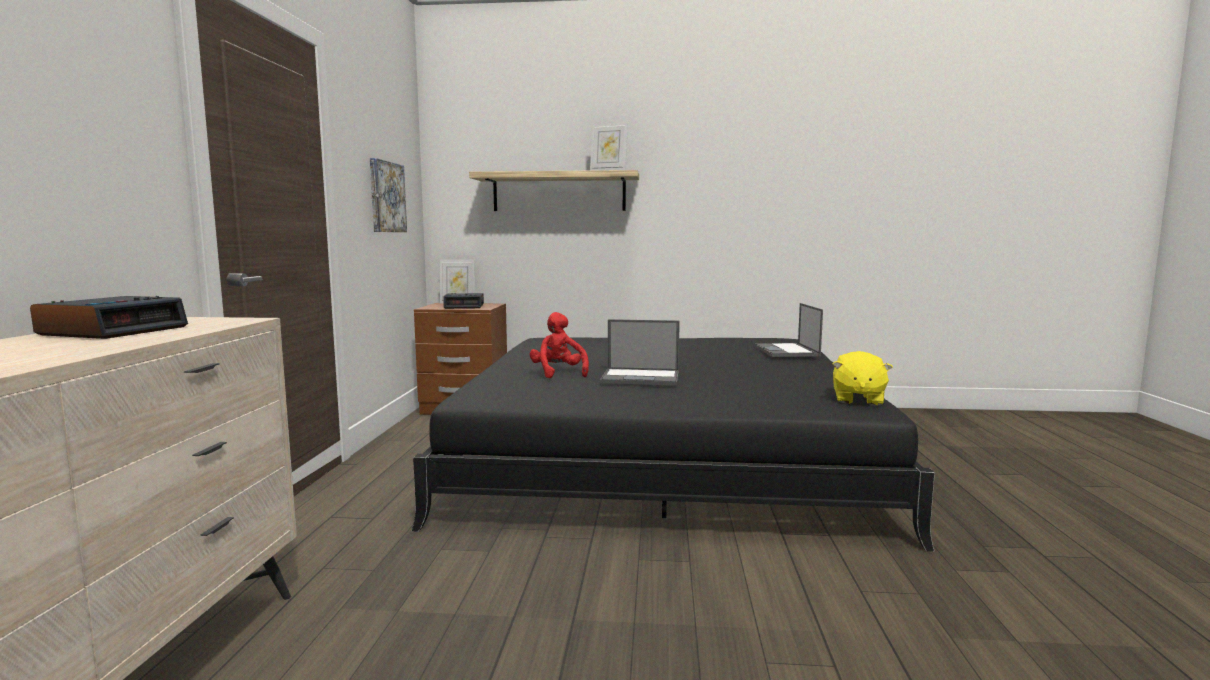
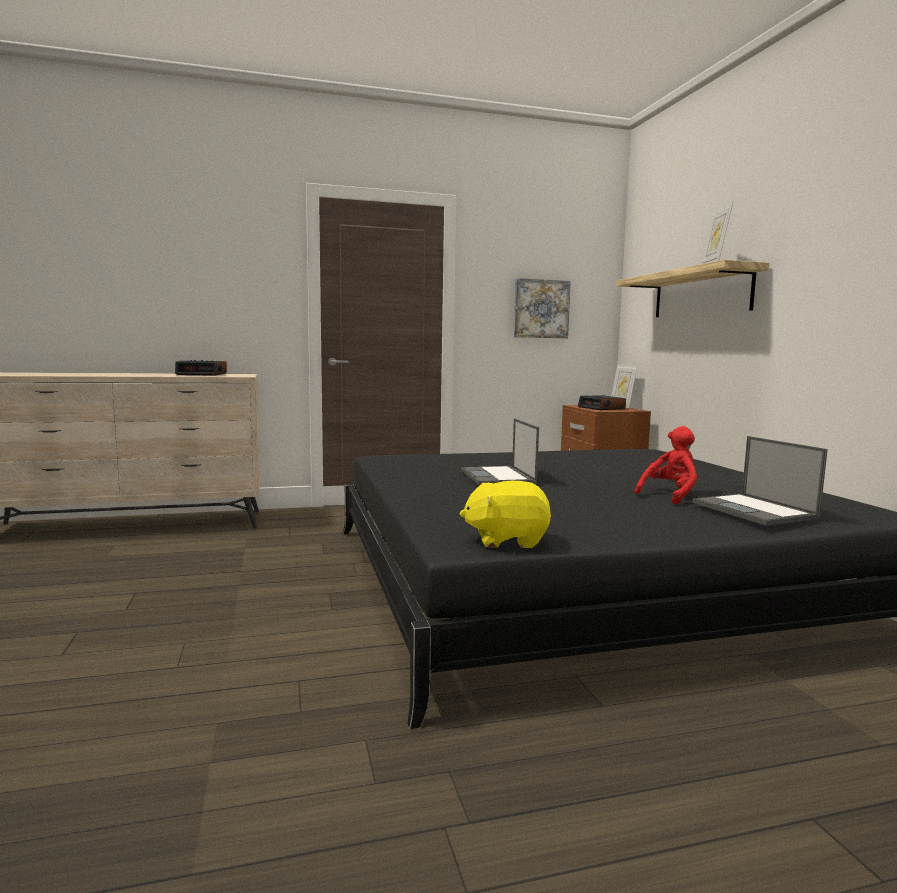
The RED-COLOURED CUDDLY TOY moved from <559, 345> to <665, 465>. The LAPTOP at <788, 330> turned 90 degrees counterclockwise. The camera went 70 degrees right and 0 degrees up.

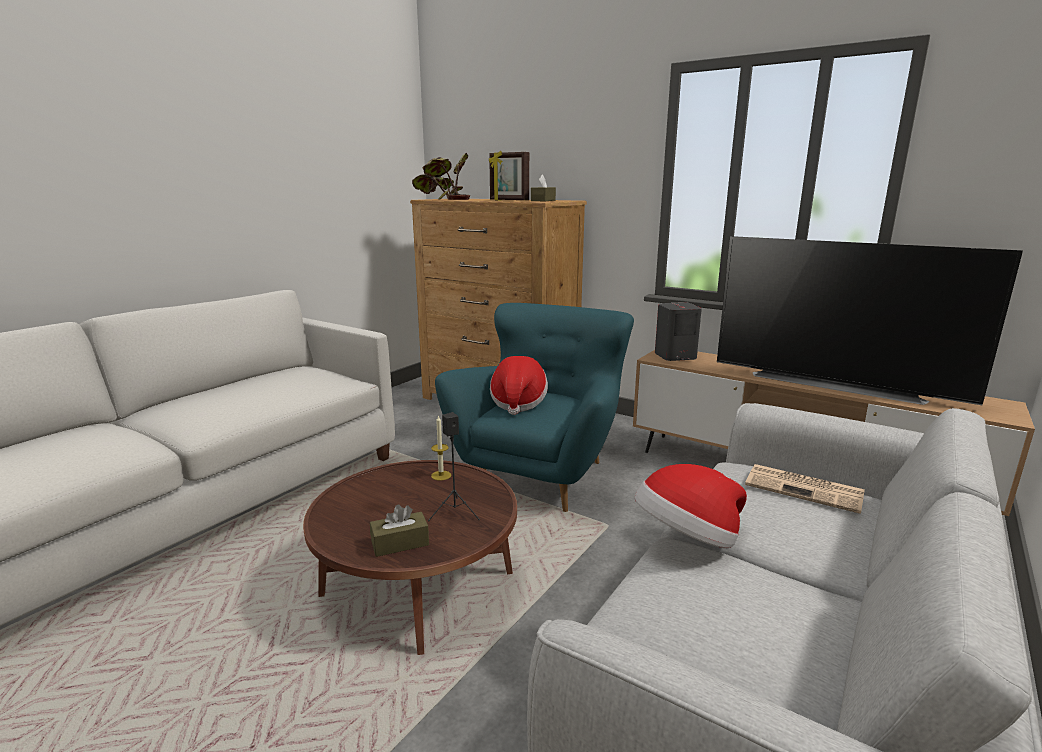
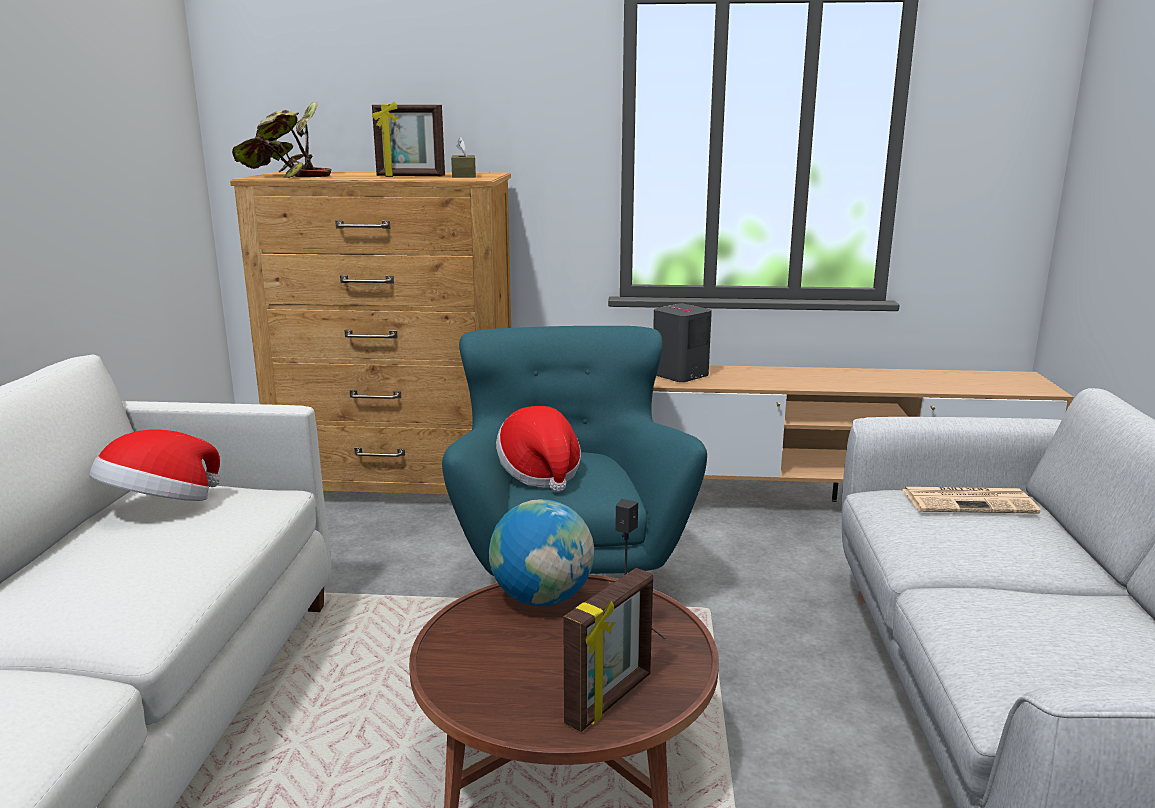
The TV SET at <870, 320> disappeared. The HAT moved from <691, 506> to <154, 465>. The BROWN TISSUE BOX at <399, 531> was replaced by the PICTURE FRAME at <608, 650>. The WAX CANDLE at <441, 448> was replaced by the GLOBE at <541, 552>. The camera went 30 degrees left and 0 degrees up.

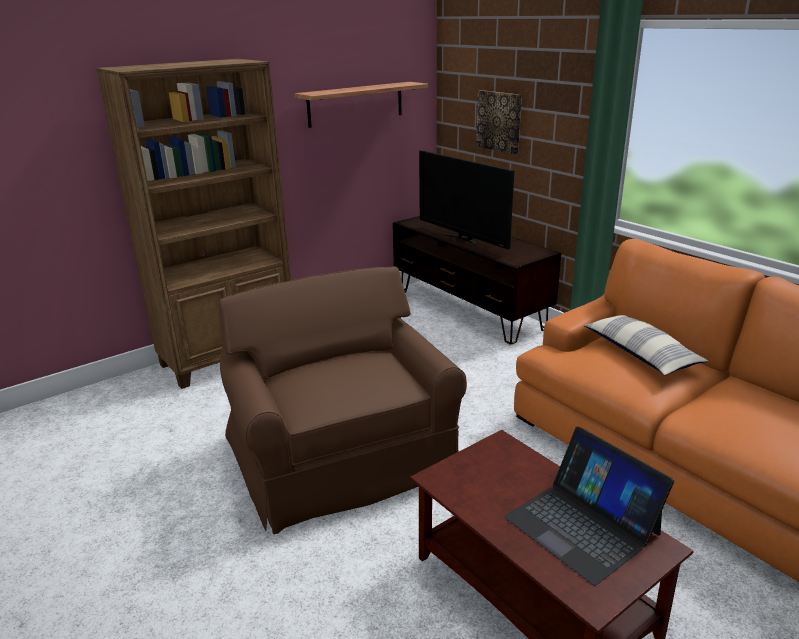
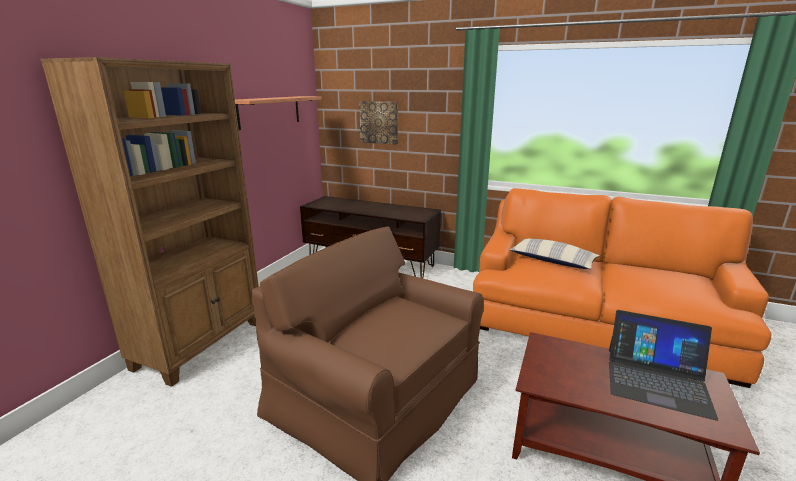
The TV SET at <466, 199> disappeared. The camera went 30 degrees left and 5 degrees down.

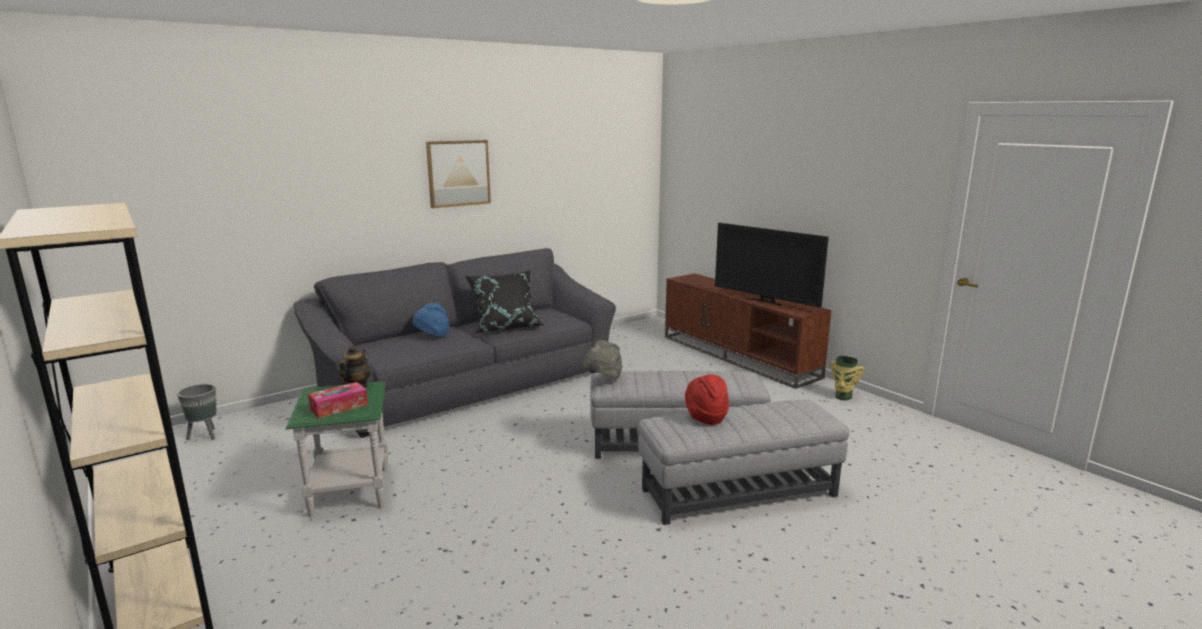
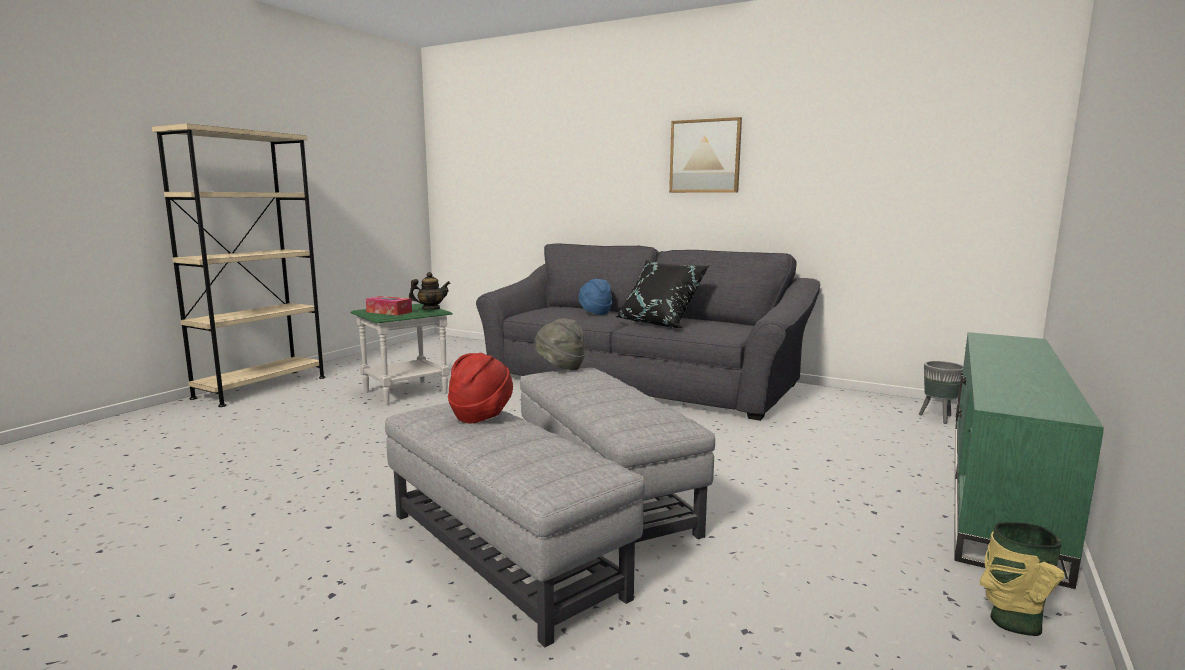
The TV SET at <772, 265> disappeared. The GREYISH PLANT POT moved from <197, 412> to <941, 392>. The BROWN MEDIA CONSOLE at <748, 331> became the GREEN-COLOURED MEDIA CONSOLE at <1029, 460>. The camera went 65 degrees right and 5 degrees down.

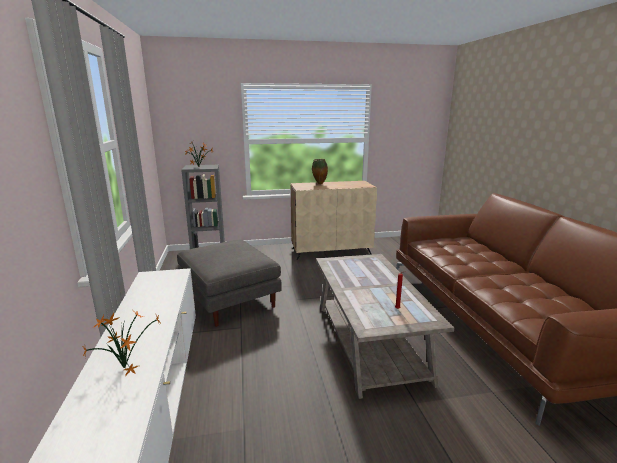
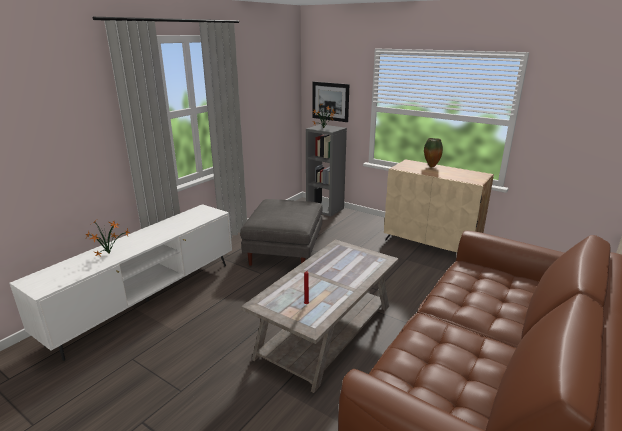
The WALL ART at <330, 102> appeared. The camera went 45 degrees right and 5 degrees up.

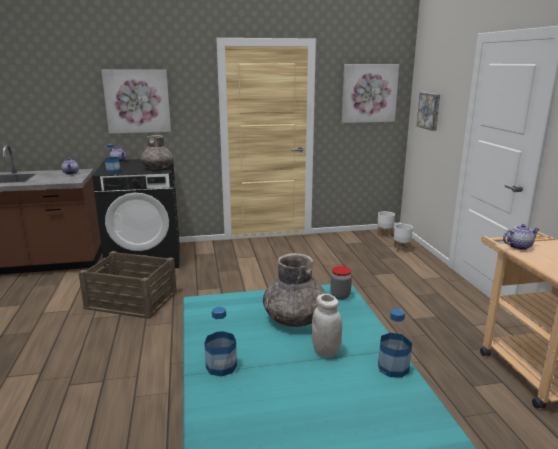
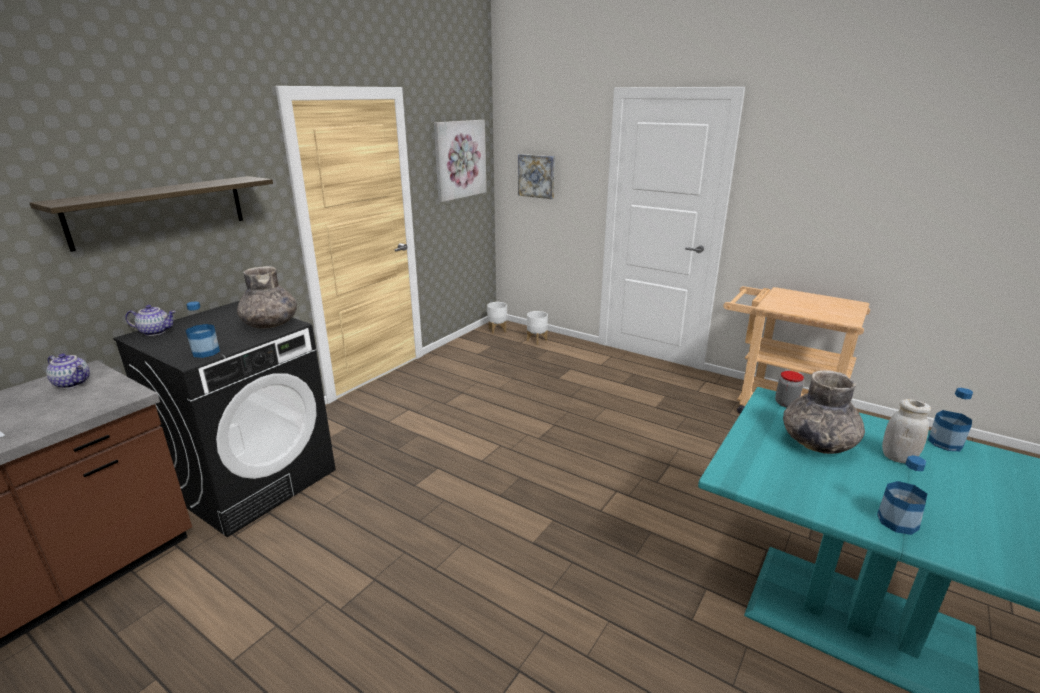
The CRATE at <127, 285> disappeared. The TEAPOT at <521, 237> disappeared. The WALL ART at <136, 101> was replaced by the WALL SHELF at <151, 214>. The camera went 45 degrees left and 5 degrees up.

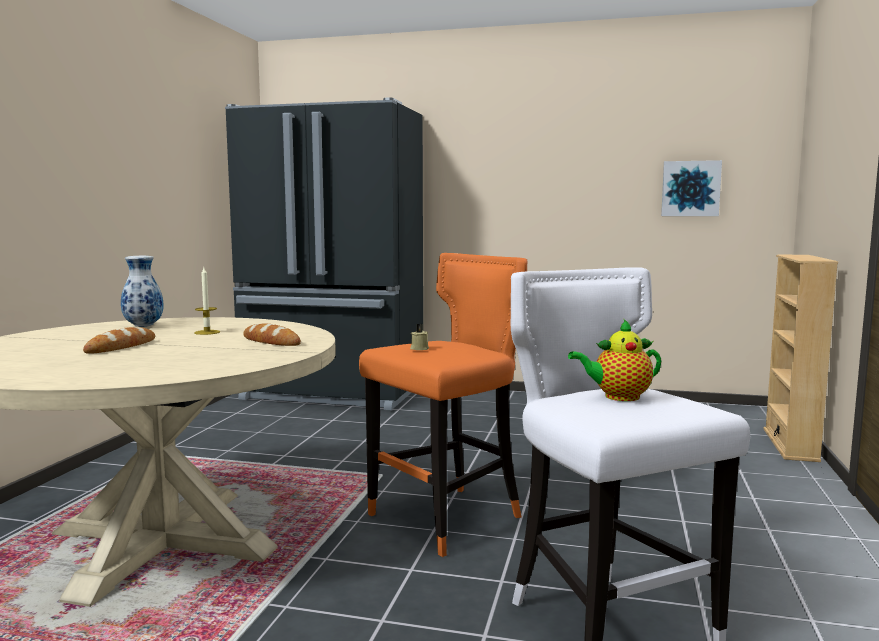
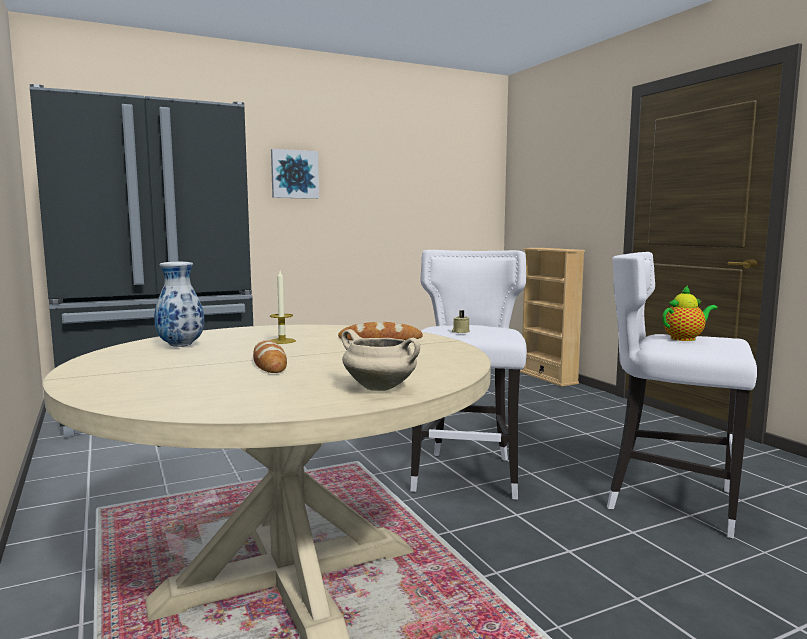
The BEIGE SAUCEPOT at <380, 360> appeared. The WALL ART moved from <691, 188> to <295, 174>. The ORANGE-COLOURED SITTING STOOL at <443, 405> became the WHITE SITTING STOOL at <468, 375>. The TEAPOT at <614, 360> turned 150 degrees counterclockwise. The camera went 40 degrees left and 0 degrees up.

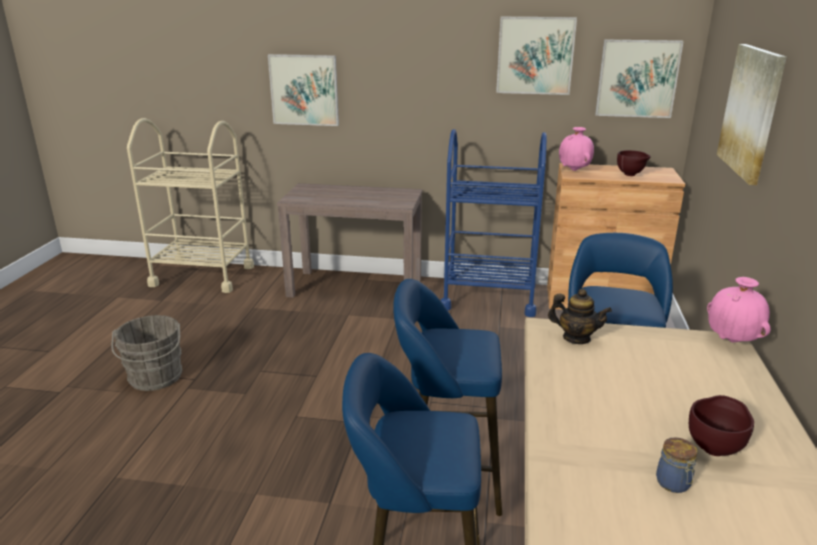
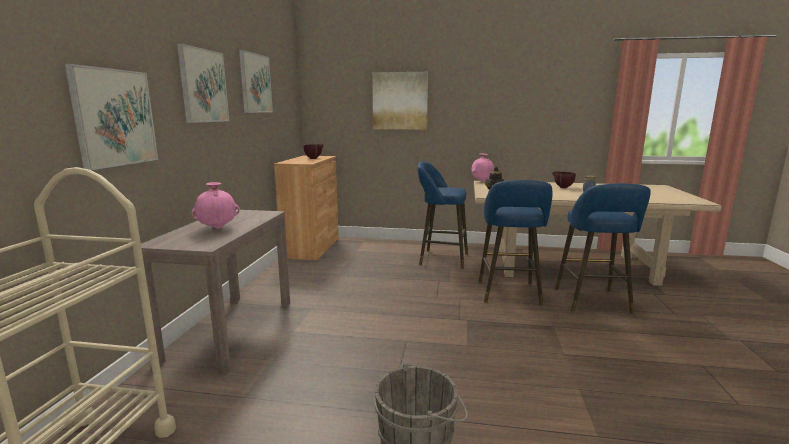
The BLUE-COLOURED WHEELED CART at <494, 223> disappeared. The PINKISH VASE moved from <576, 149> to <215, 205>. The WALL ART moved from <639, 79> to <203, 83>. The camera went 90 degrees left and 10 degrees down.

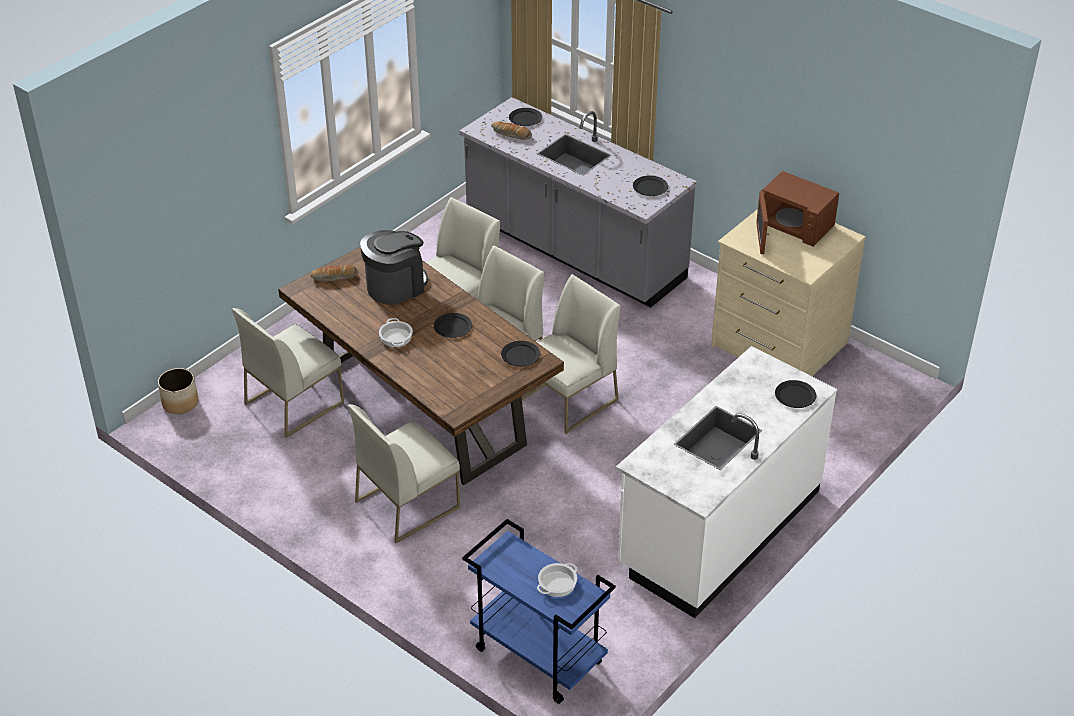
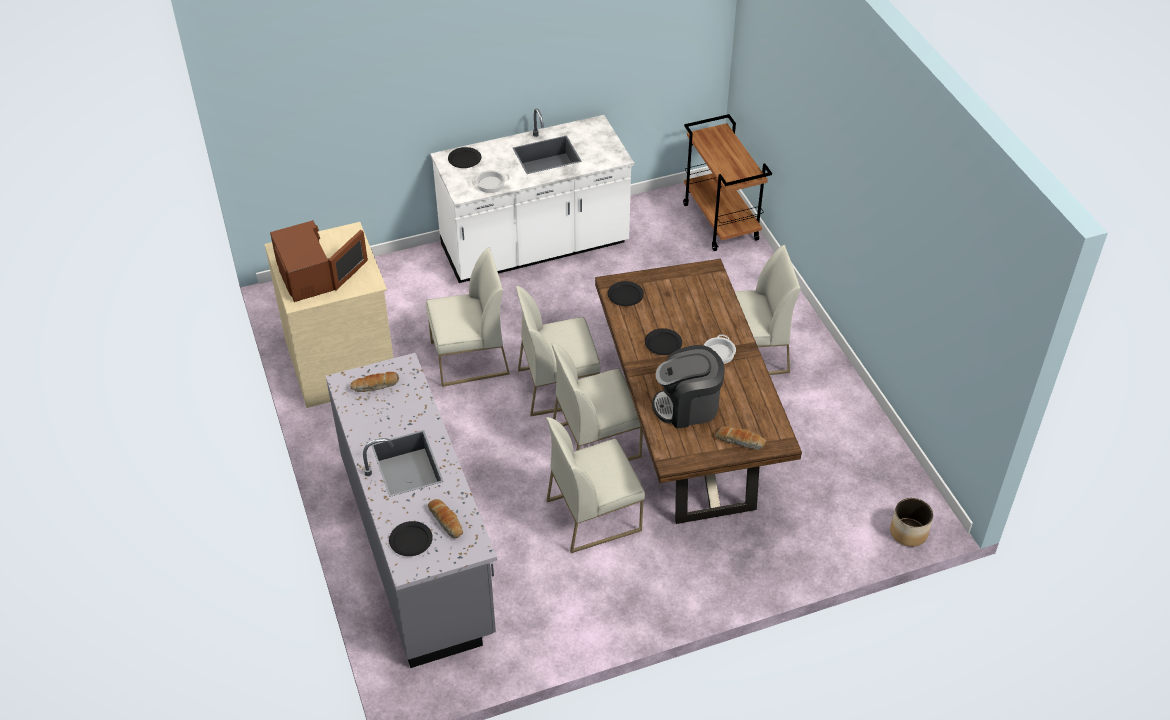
The WHITE UPRIGHT CHAIR moved from <288, 373> to <468, 317>. The SAUCEPOT moved from <557, 580> to <491, 181>. The BLACK FLAT DISH at <650, 186> was replaced by the BAKERY BREAD at <374, 382>. The BLUE-COLOURED WHEELED CART at <539, 611> became the BROWN WHEELED CART at <727, 182>. The camera went 150 degrees left and 5 degrees up.

